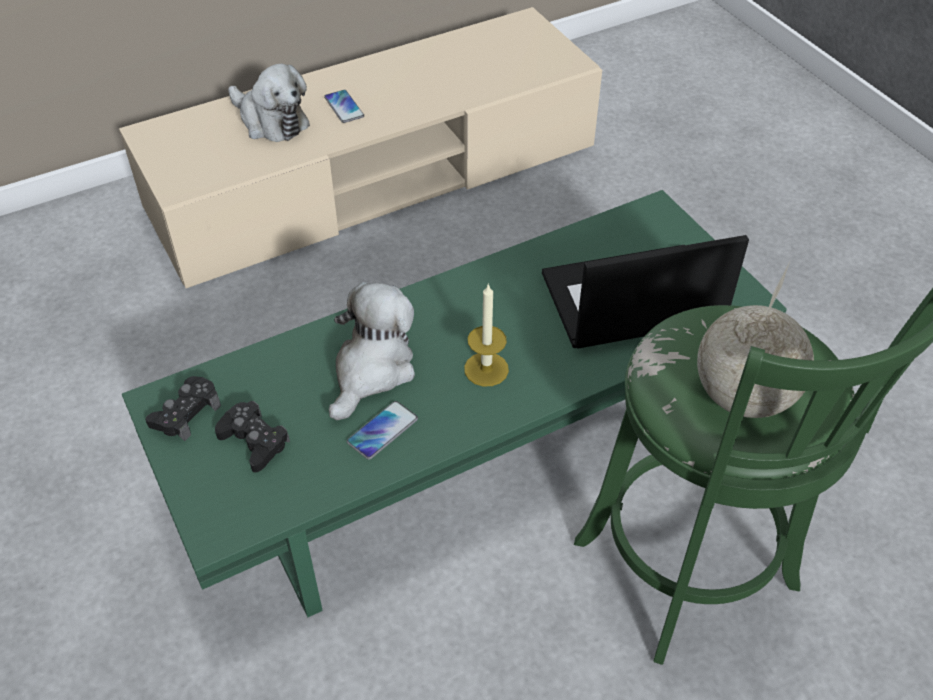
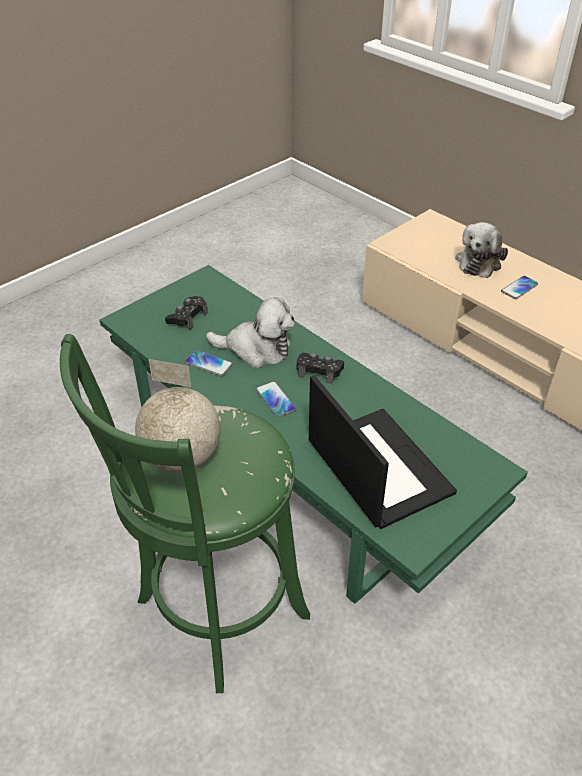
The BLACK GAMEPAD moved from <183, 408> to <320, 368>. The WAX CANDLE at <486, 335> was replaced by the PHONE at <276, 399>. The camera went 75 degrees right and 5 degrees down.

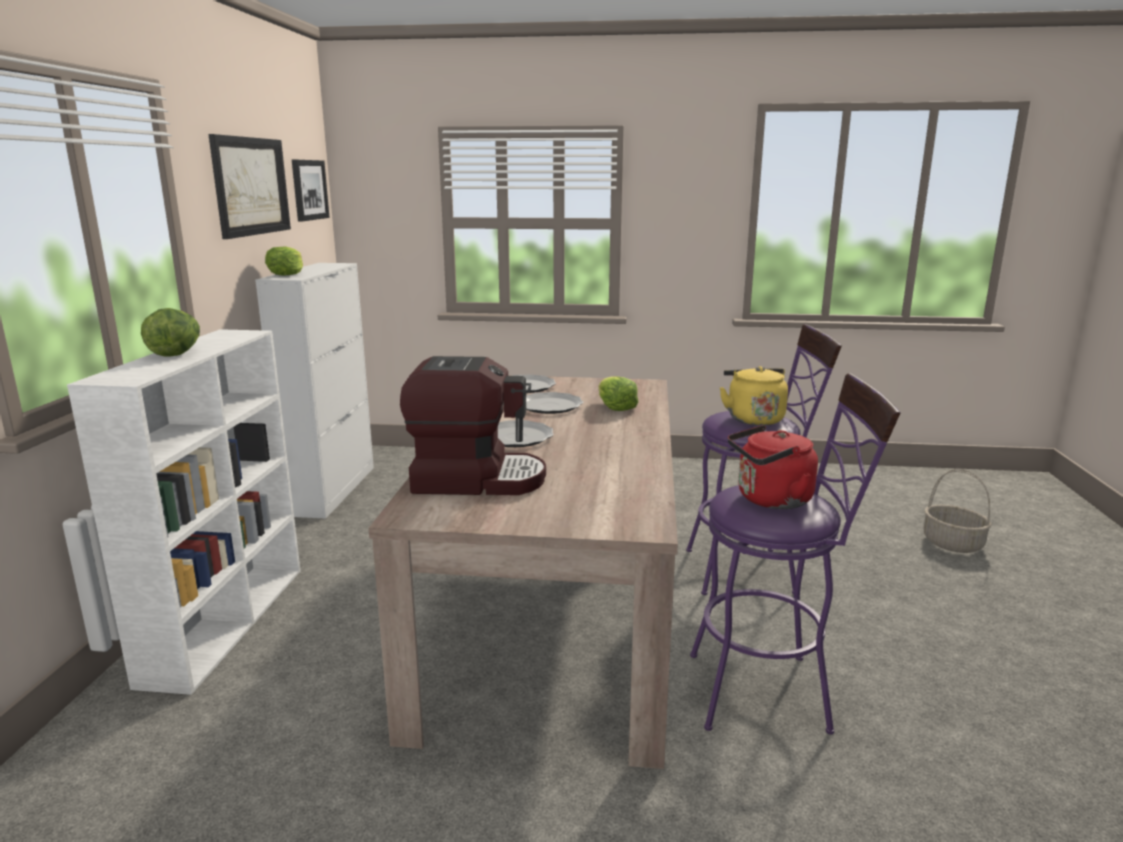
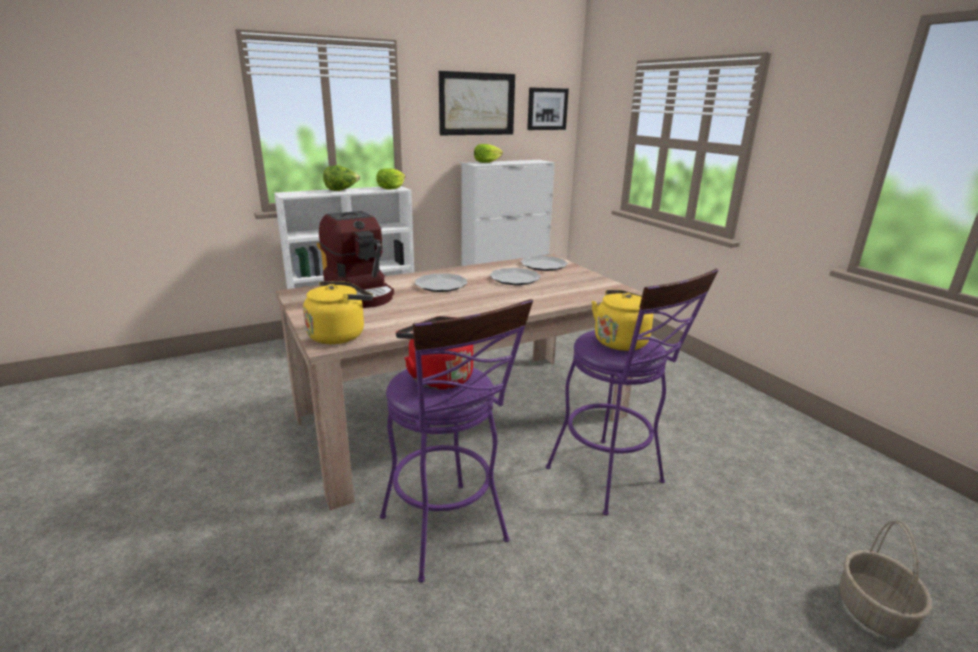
The YELLOW TEA KETTLE at <338, 312> appeared. The HEAD OF LETTUCE moved from <618, 393> to <391, 178>. The camera went 55 degrees right and 5 degrees up.

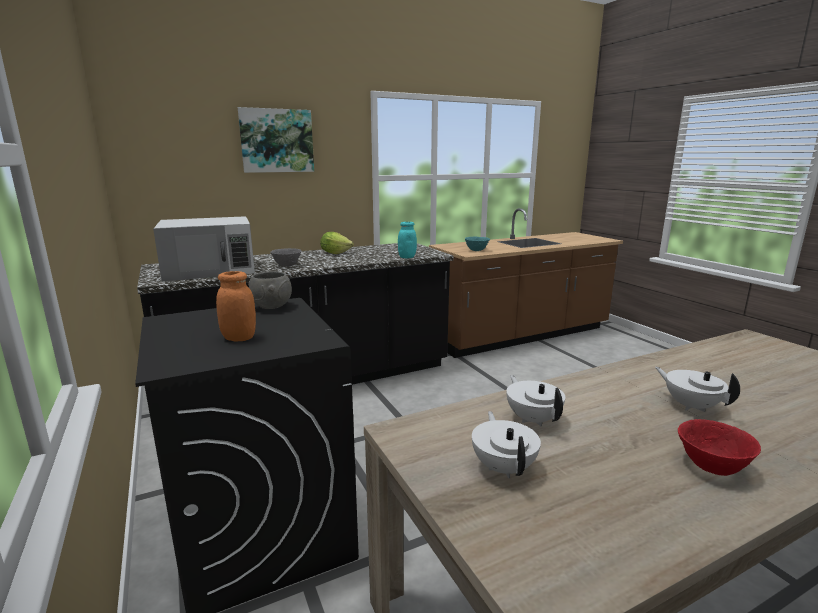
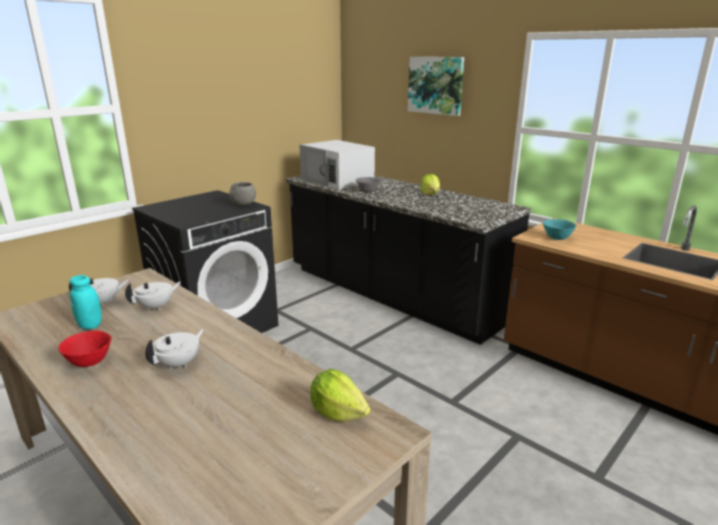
The ORANGE-COLOURED PRESERVE JAR at <236, 306> disappeared. The HEAD OF LETTUCE at <340, 395> appeared. The TURQUOISE-COLOURED PRESERVE JAR moved from <407, 240> to <86, 302>. The camera went 70 degrees right and 5 degrees up.

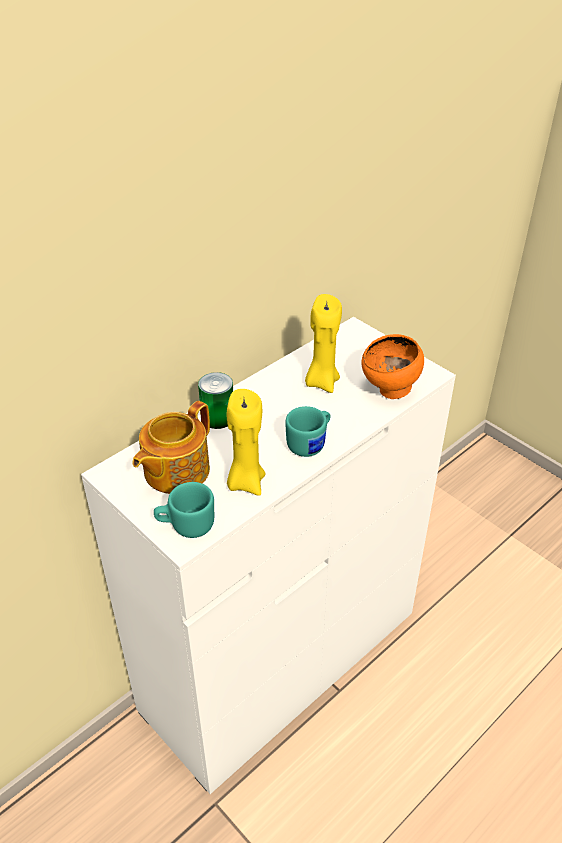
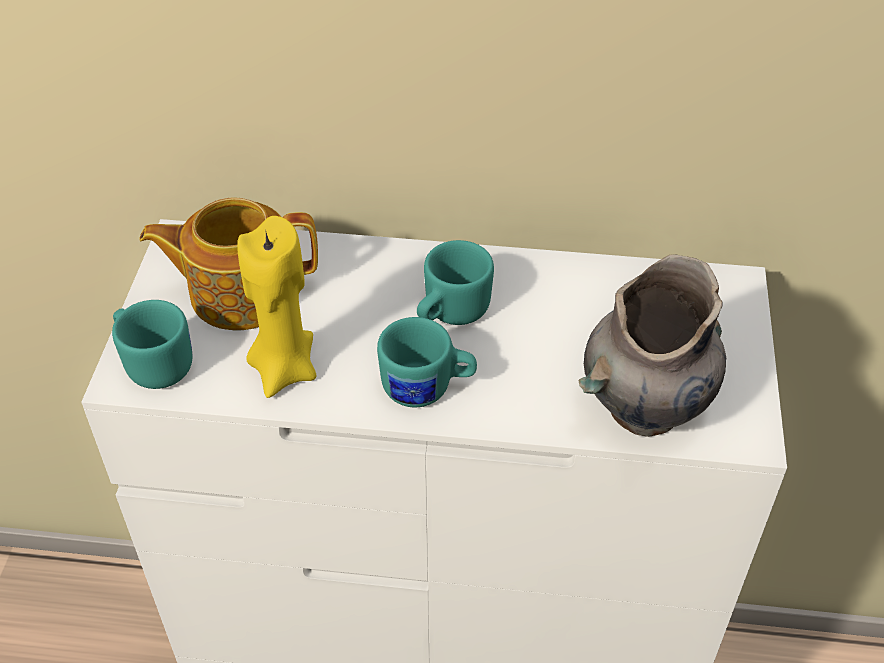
The SEALED CAN at <215, 400> disappeared. The YELLOW WAX CANDLE at <323, 343> disappeared. The TURQUOISE-COLOURED TEA MUG at <455, 282> appeared. The ORANGE-COLOURED SERVING BOWL at <392, 366> was replaced by the GREYISH VASE at <652, 345>. The camera went 50 degrees right and 5 degrees up.

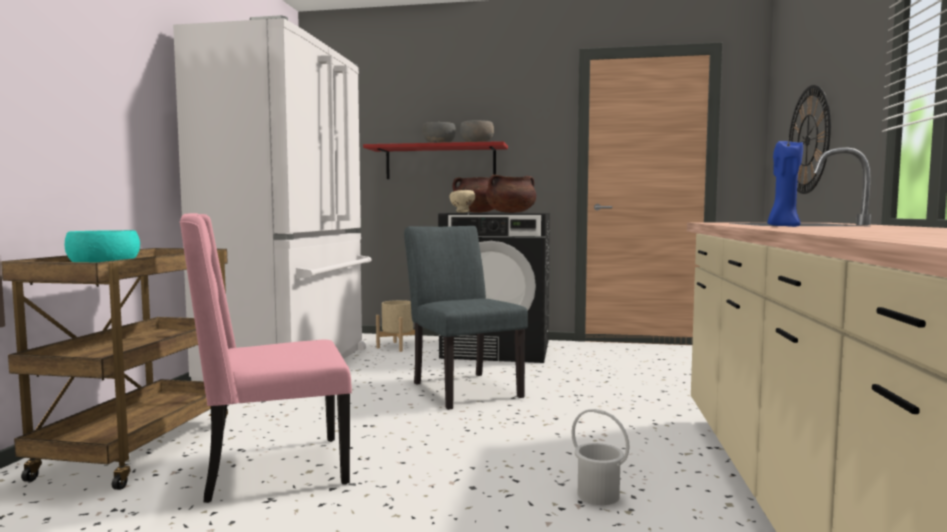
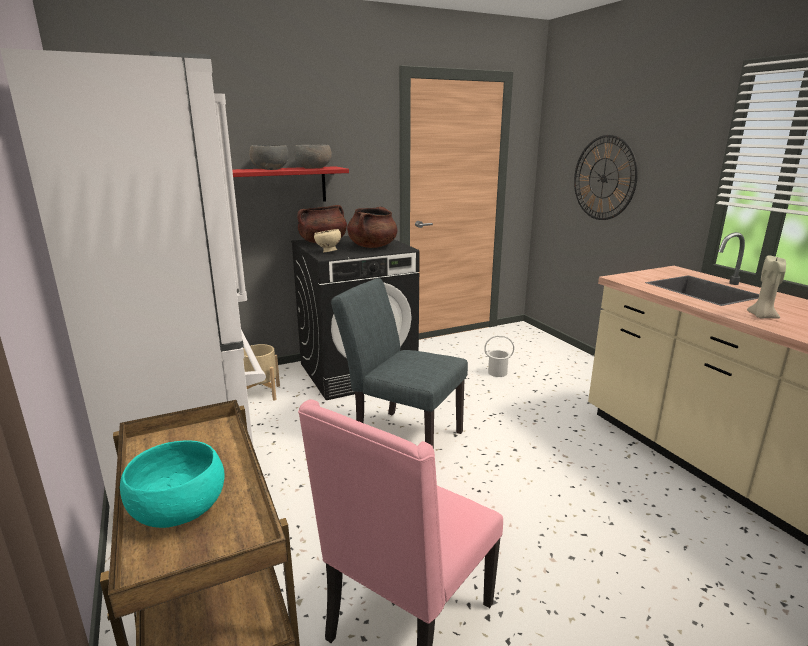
The WHITE WATER BUCKET moved from <600, 457> to <499, 356>. The BLUE-COLOURED WAX CANDLE at <785, 183> became the BEIGE WAX CANDLE at <766, 287>. The camera went 35 degrees left and 15 degrees up.

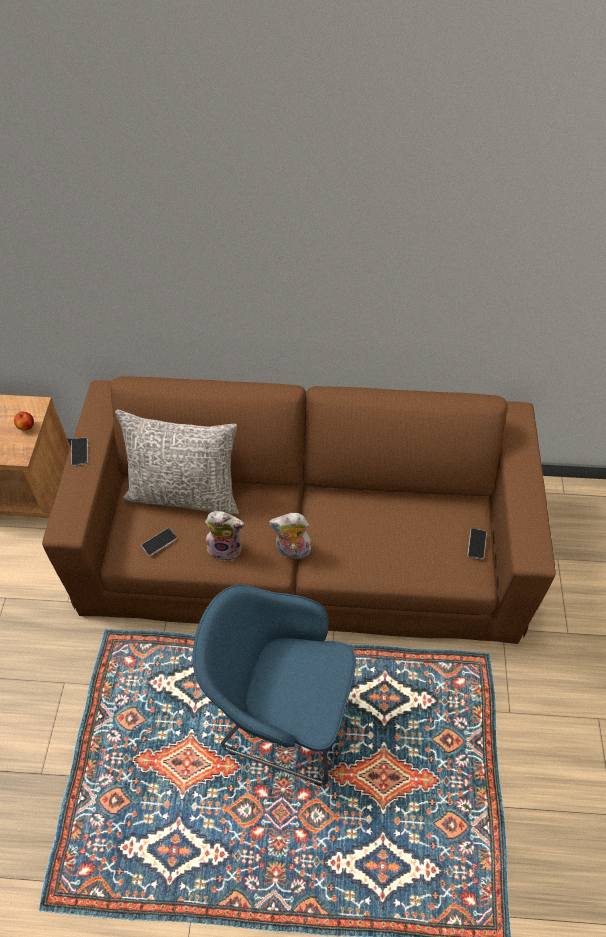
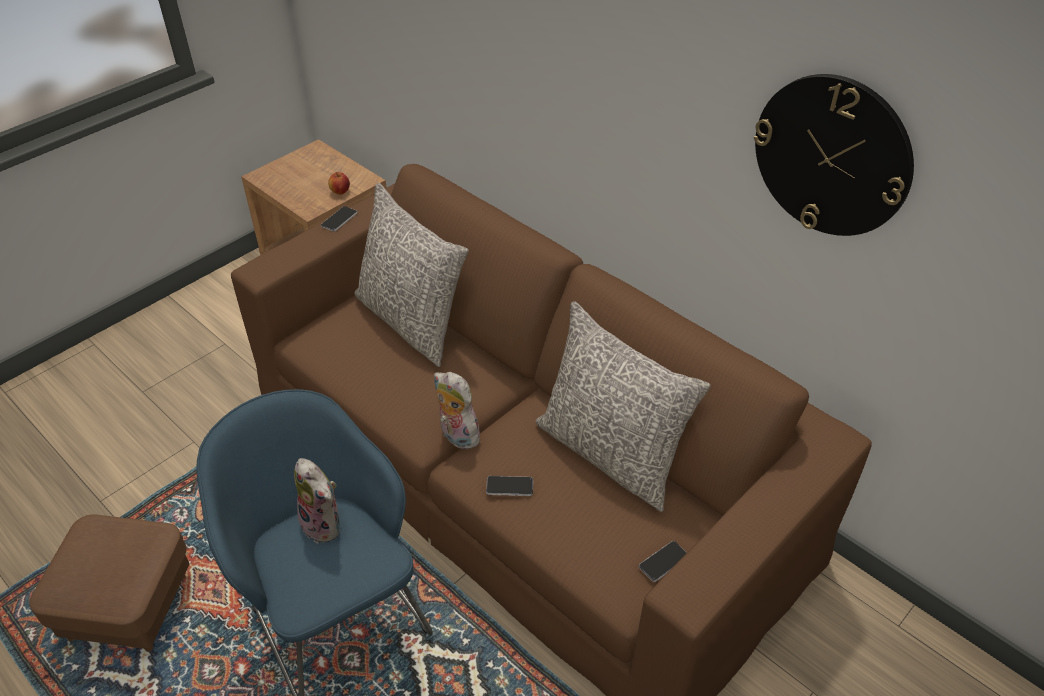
The BROWN FOOTREST at <109, 583> appeared. The GREYISH PILLOW at <623, 406> appeared. The WALL CLOCK at <834, 155> appeared. The PHONE moved from <159, 542> to <509, 486>. The CUDDLY TOY moved from <224, 536> to <317, 500>. The camera went 40 degrees right and 10 degrees down.

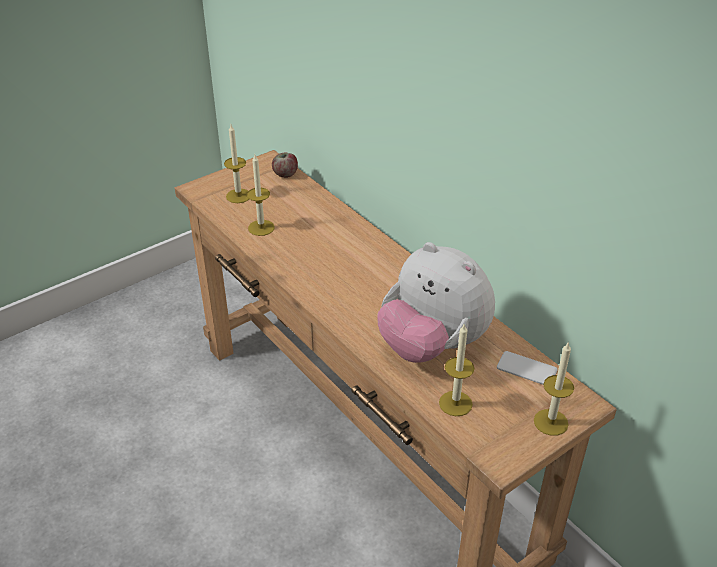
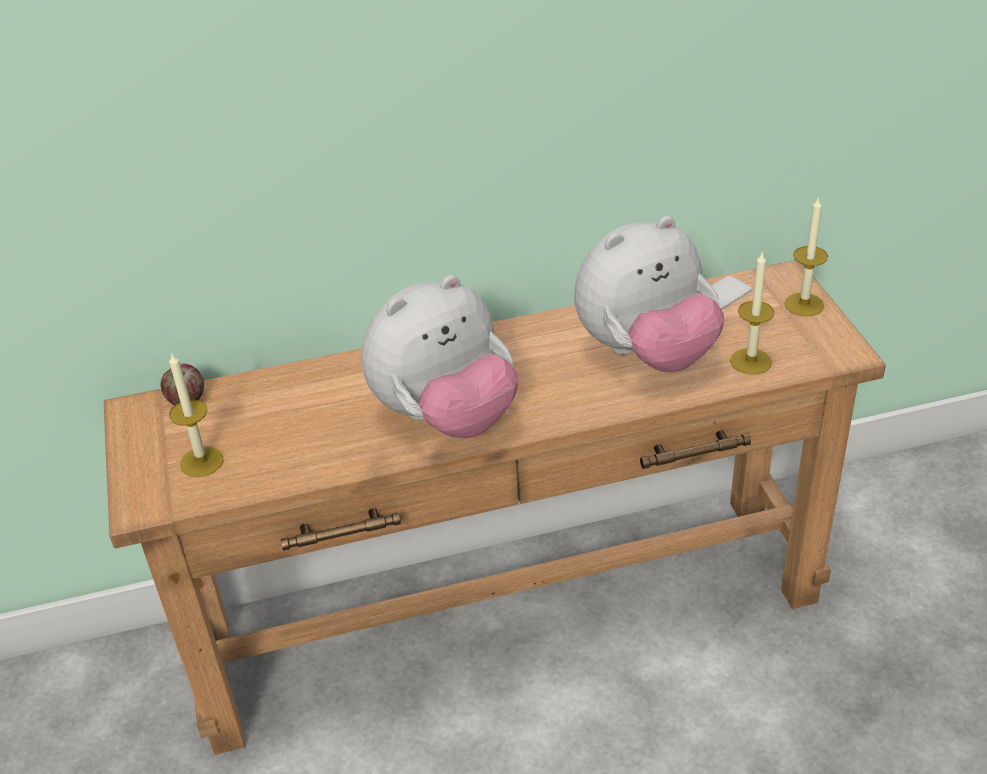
The WAX CANDLE at <261, 195> disappeared. The CUDDLY TOY at <439, 356> appeared. The camera went 65 degrees left and 0 degrees up.

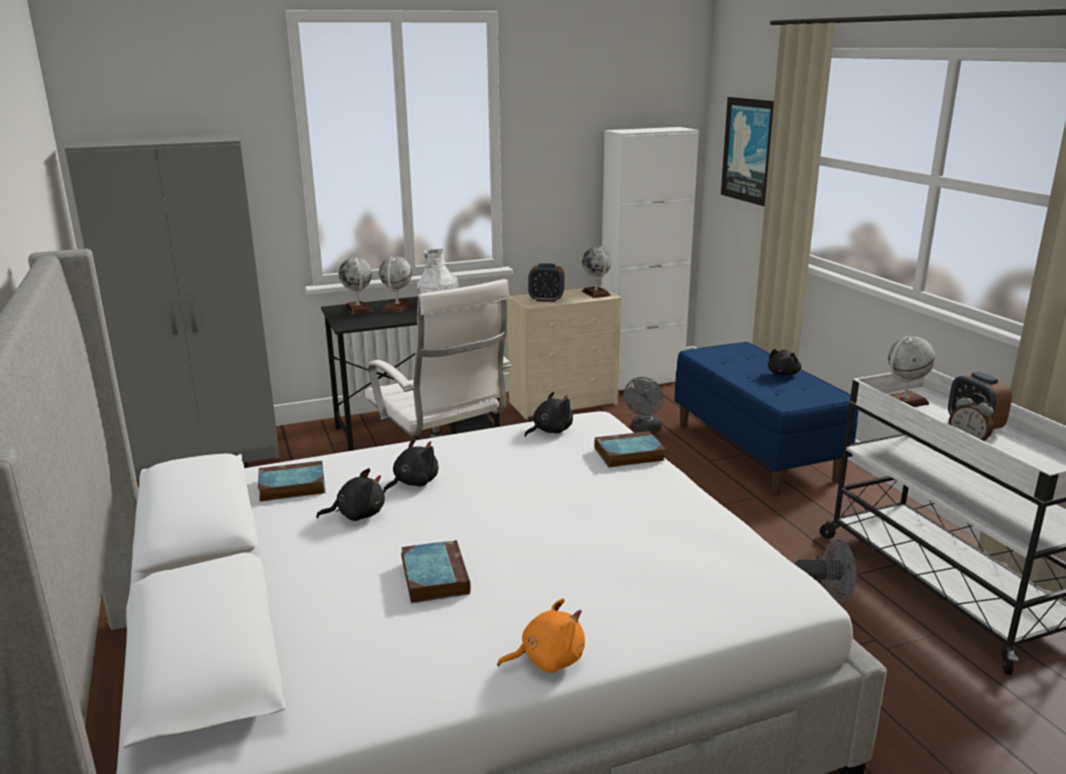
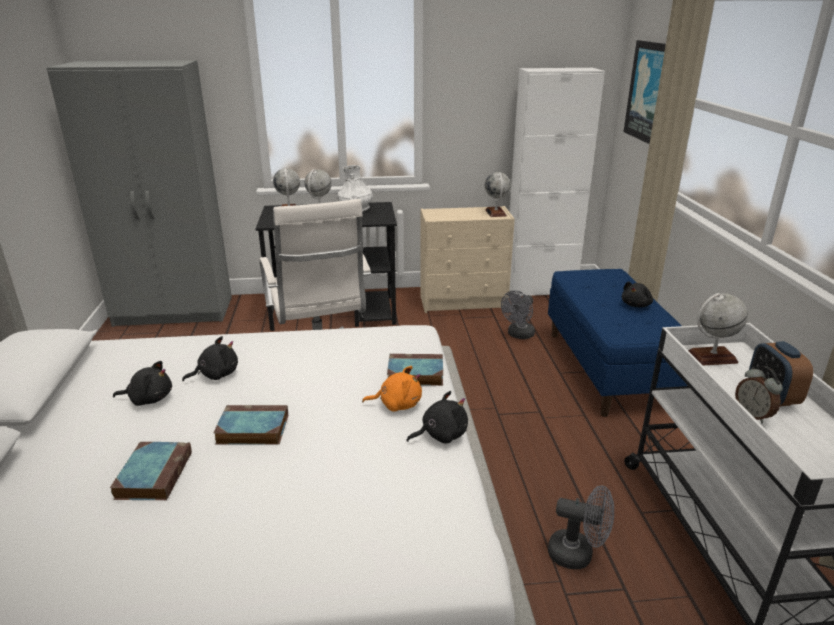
The BEDSIDE CLOCK at <546, 282> disappeared. The BOUND BOOK moved from <292, 481> to <250, 424>. The ORANGE-COLOURED CUDDLY TOY moved from <541, 635> to <392, 389>. The BLACK CUDDLY TOY moved from <548, 414> to <437, 417>. The camera went 15 degrees right and 5 degrees up.

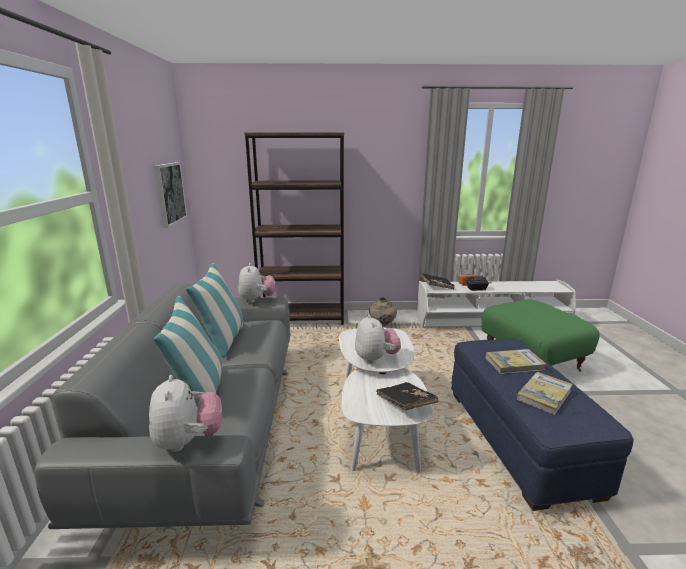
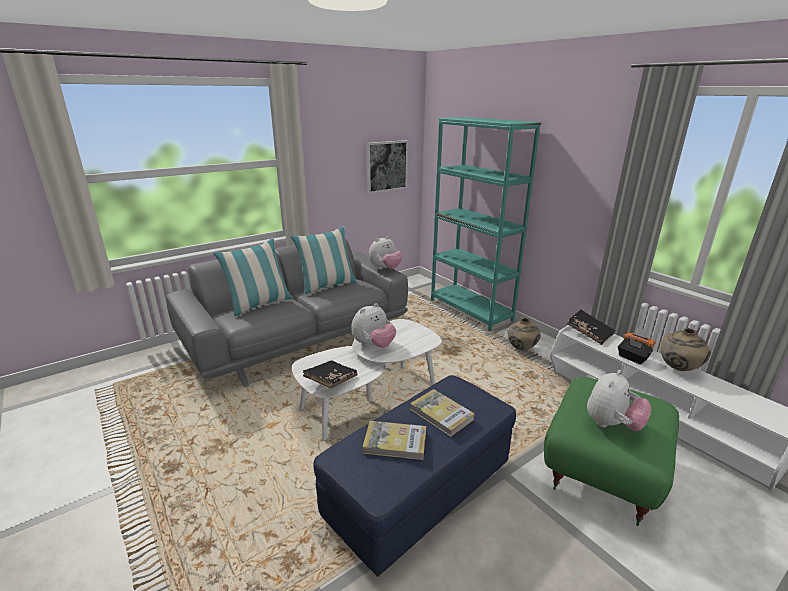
The BEIGE VASE at <685, 349> appeared. The CUDDLY TOY moved from <185, 413> to <619, 400>. The BROWN SHELVING UNIT at <294, 228> became the TURQUOISE-COLOURED SHELVING UNIT at <486, 224>. The camera went 55 degrees right and 5 degrees up.

